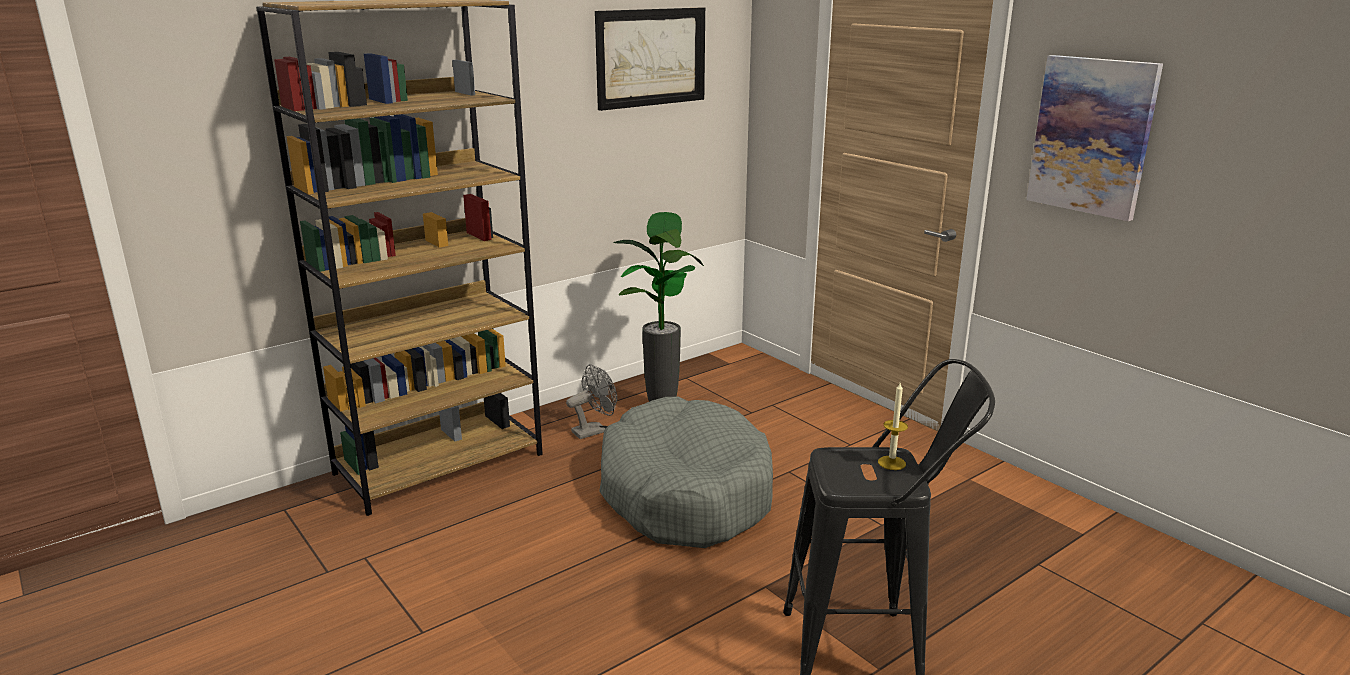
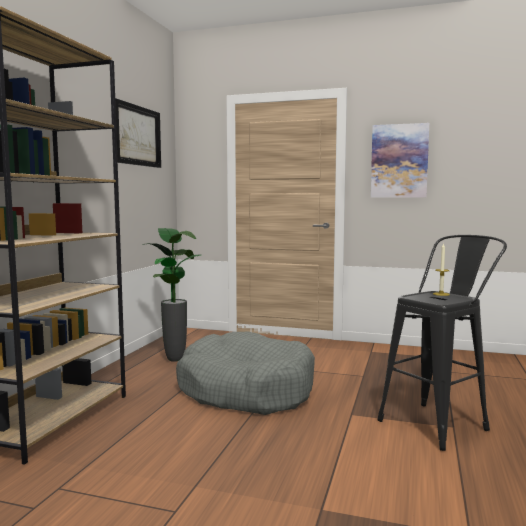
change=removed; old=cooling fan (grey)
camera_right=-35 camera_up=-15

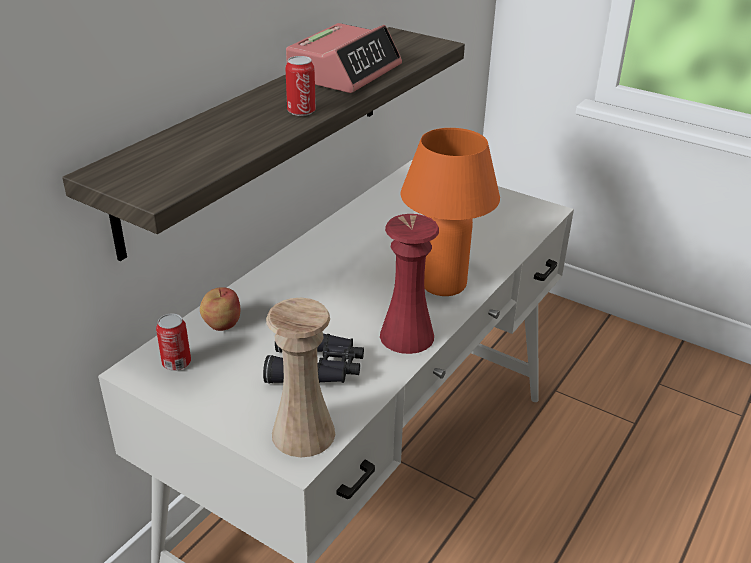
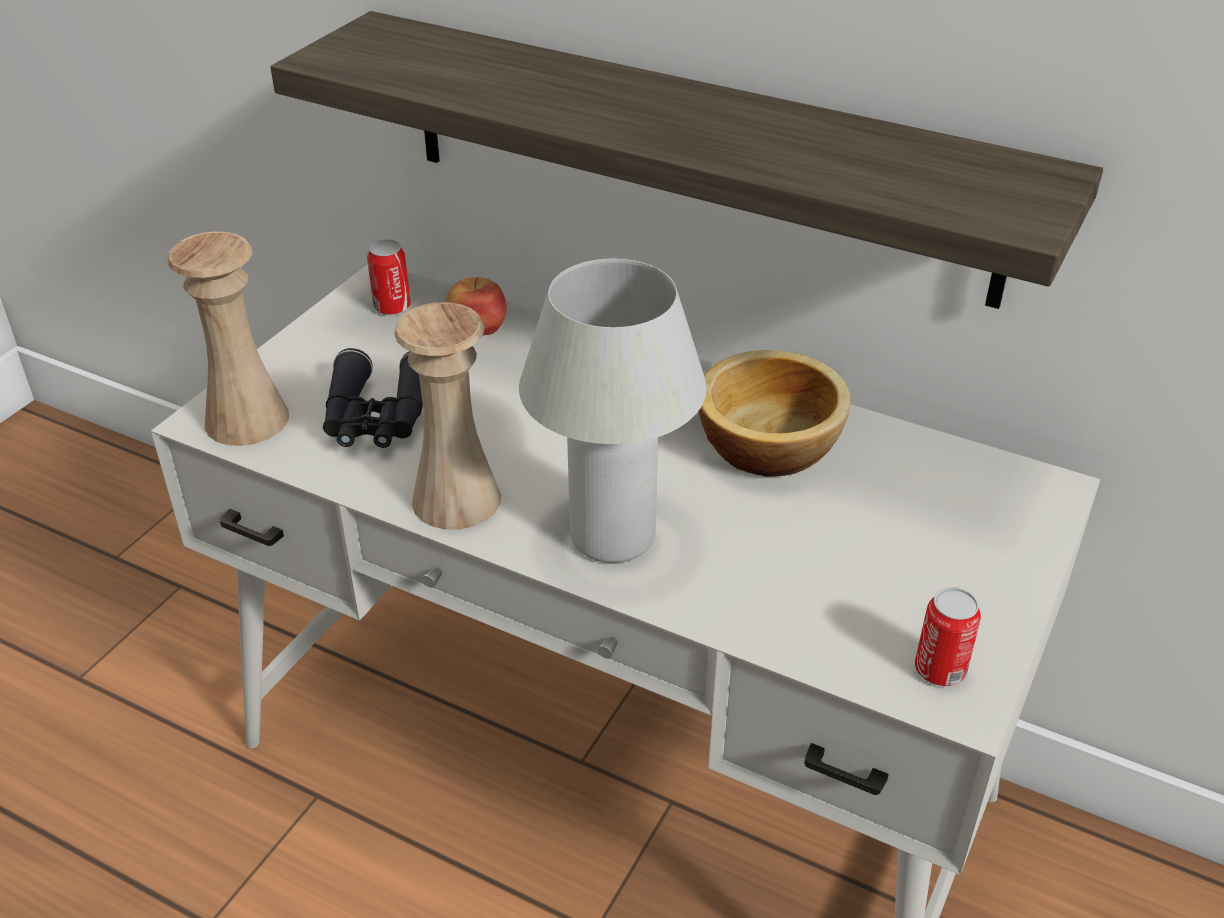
change=removed; old=table clock
change=moved; old=sealed can (2nd from left)
change=recoloured; old=lamp for a table (orange-coloured); new=lamp for a table (white)
change=recoloured; old=flower vase (reddish); new=flower vase (sand-coloured) (2nd from left)
change=added; new=deep dish
camera_right=85 camera_up=5

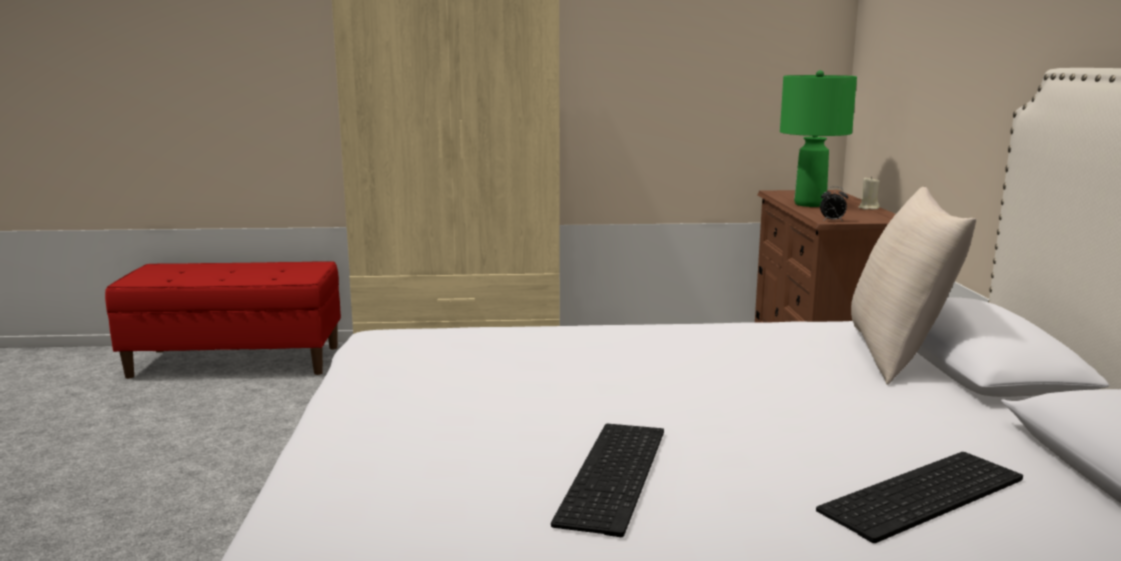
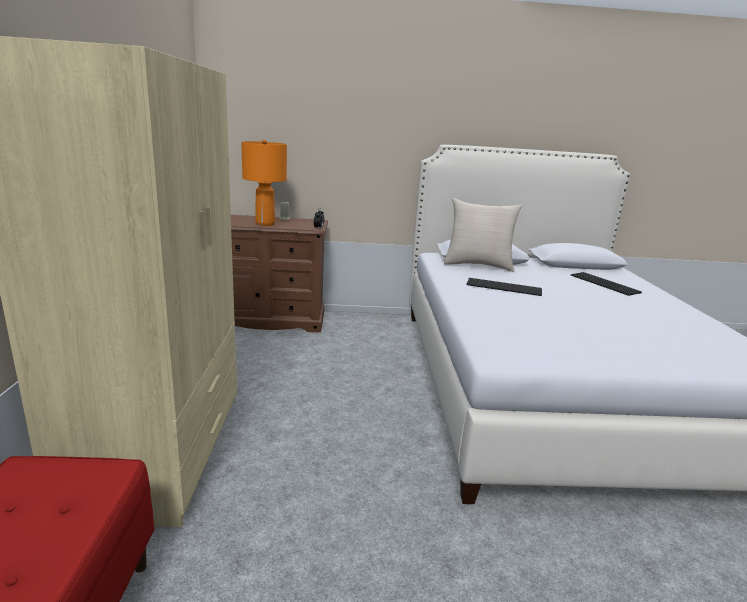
change=recoloured; old=lamp for a table (greenish); new=lamp for a table (orange-coloured)
change=moved; old=keyboard (1st from left)
camera_right=-90 camera_up=5

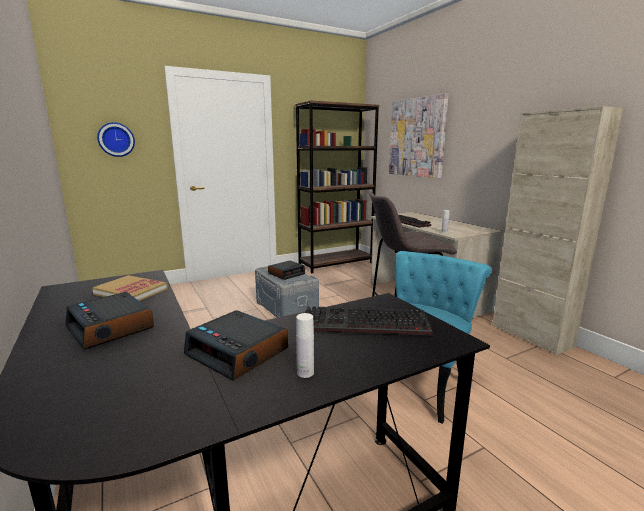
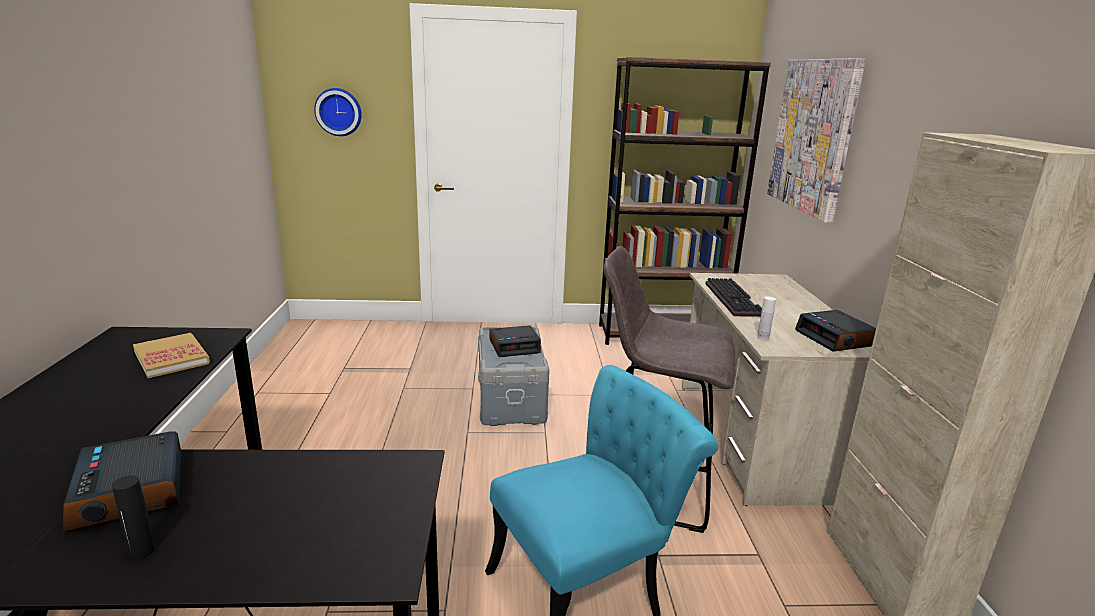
change=moved; old=table clock (1st from left in the first image); new=table clock (3rd from left)
change=removed; old=keyboard (1st from left)
change=recoloured; old=beverage bottle (white) (1st from left); new=beverage bottle (blackish)
camera_right=25 camera_up=5

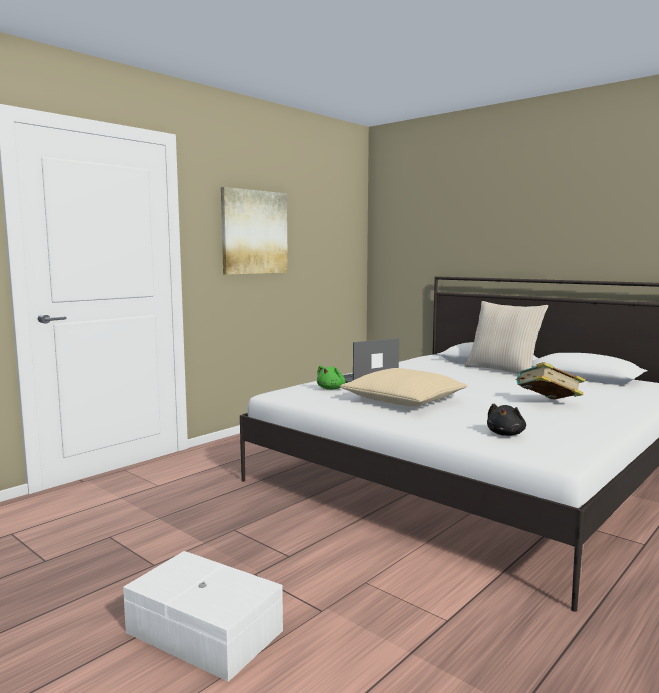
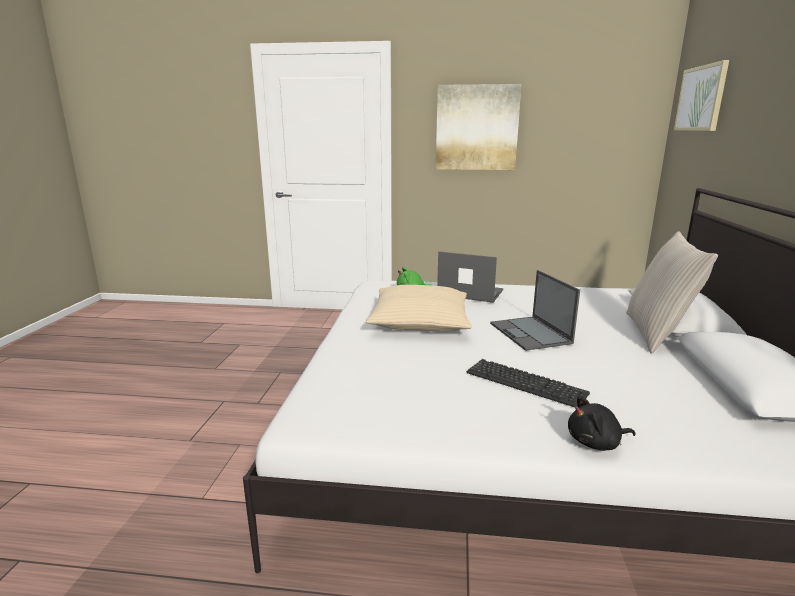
change=replaced; old=book; new=keyboard
change=moved; old=plush toy (blackish)
change=removed; old=storage box (white)
change=added; new=wall picture (2nd from left)
change=added; new=laptop (2nd from left)
camera_right=55 camera_up=10

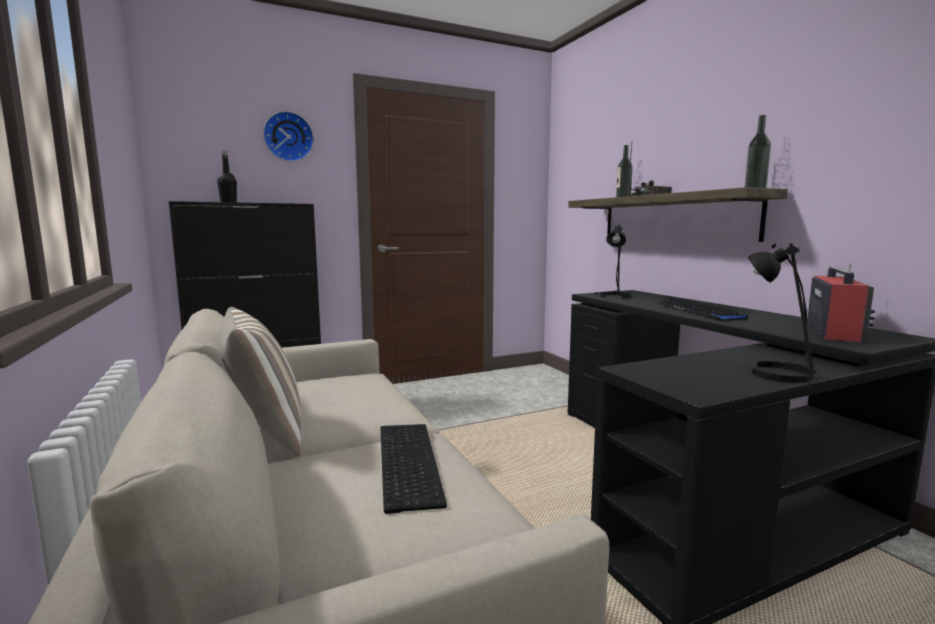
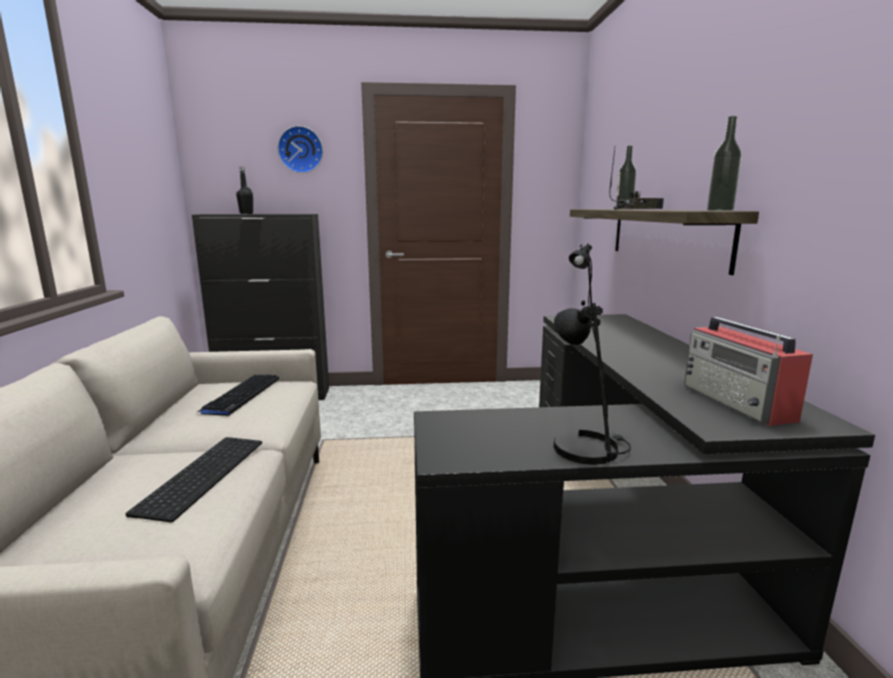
change=turned; old=radio set (2nd from left); degrees=120
change=moved; old=keyboard (2nd from left)
change=removed; old=pillow
camera_right=20 camera_up=5

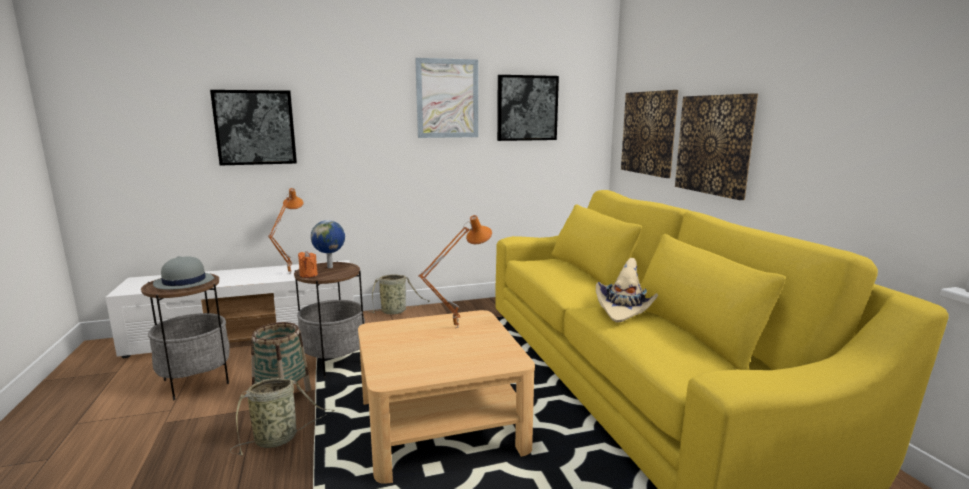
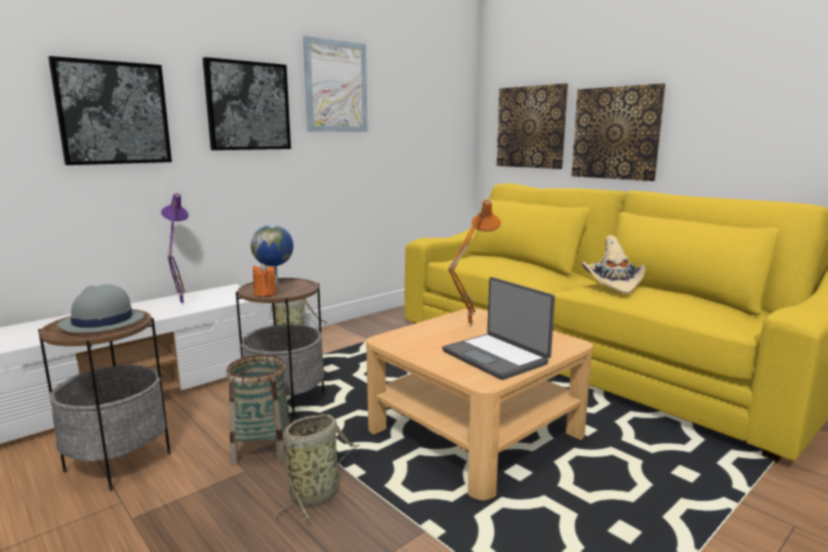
change=moved; old=wall picture (3rd from left in the first image); new=wall picture (2nd from left)
change=recoloured; old=lamp for a table (orange-coloured) (1st from left); new=lamp for a table (purple)
change=added; new=laptop
camera_right=-25 camera_up=0

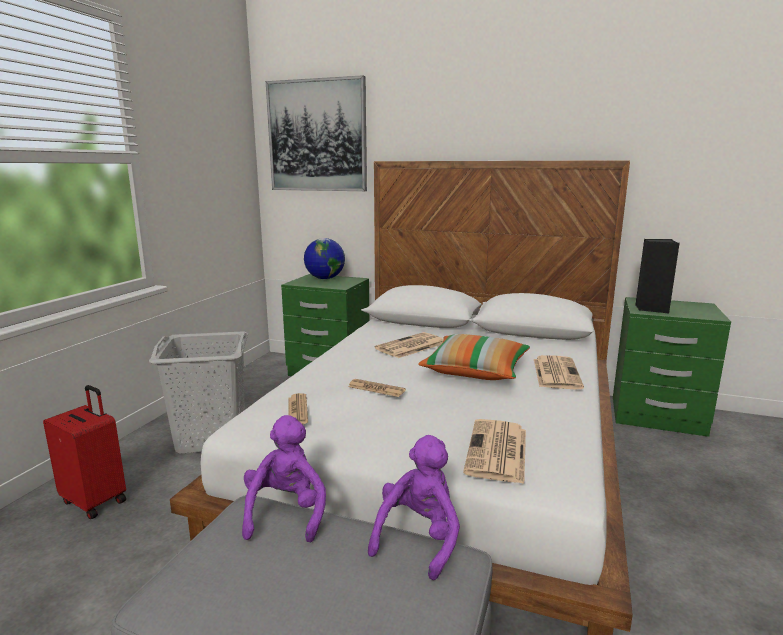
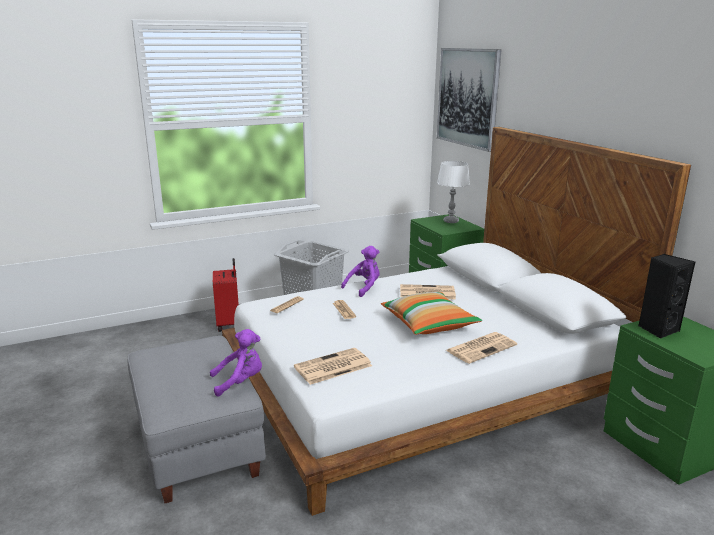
change=replaced; old=world globe; new=lamp for a table (white)
change=moved; old=plush toy (purple) (1st from left in the first image); new=plush toy (purple) (2nd from left)
camera_right=45 camera_up=5

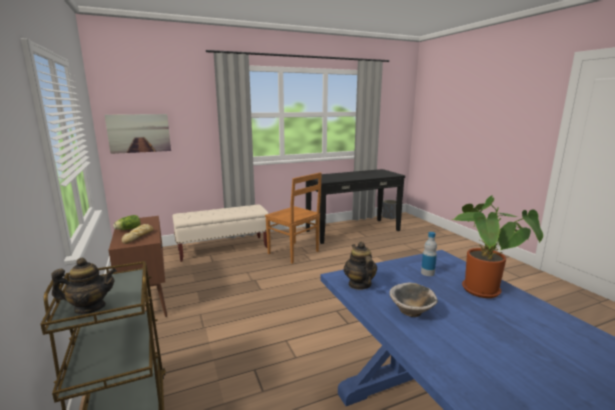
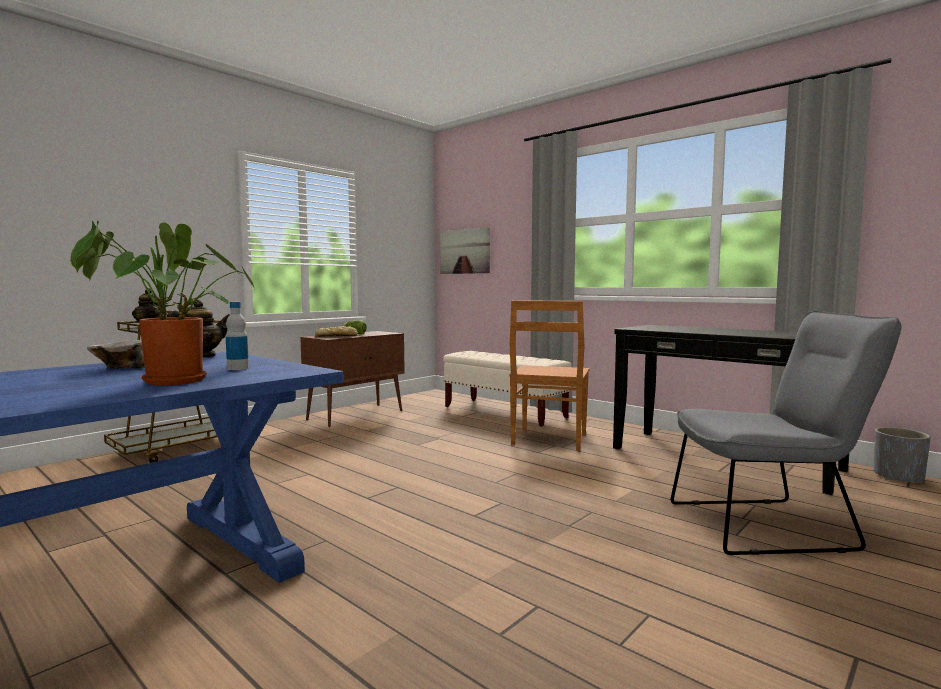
change=added; new=plain chair (grey)
camera_right=65 camera_up=-10

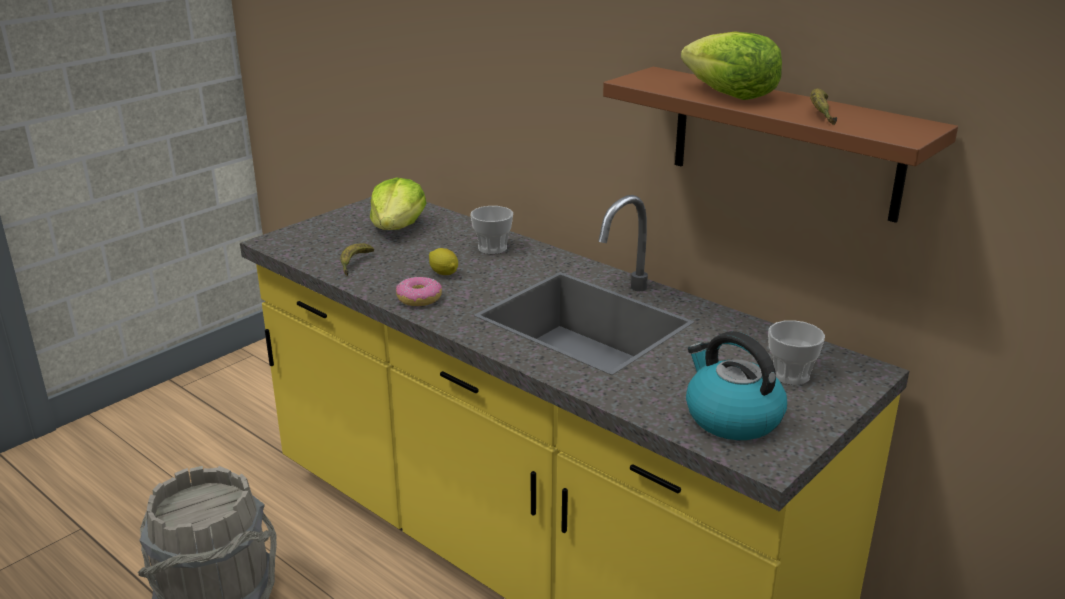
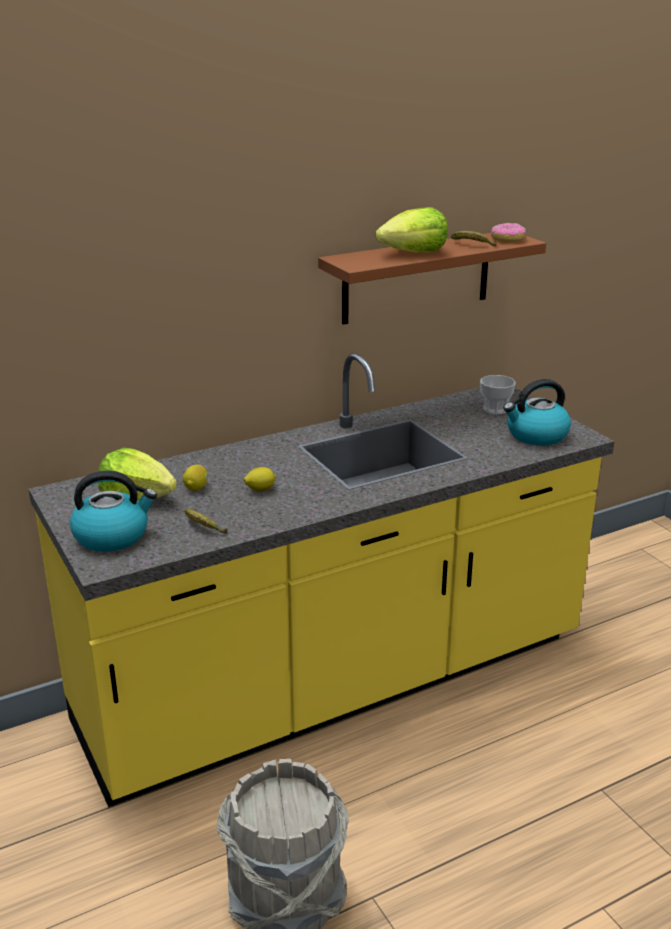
change=removed; old=cup (1st from left)
change=moved; old=ring doughnut
change=added; new=lemon (1st from left)
change=added; new=tea kettle (1st from left)
camera_right=-70 camera_up=0

